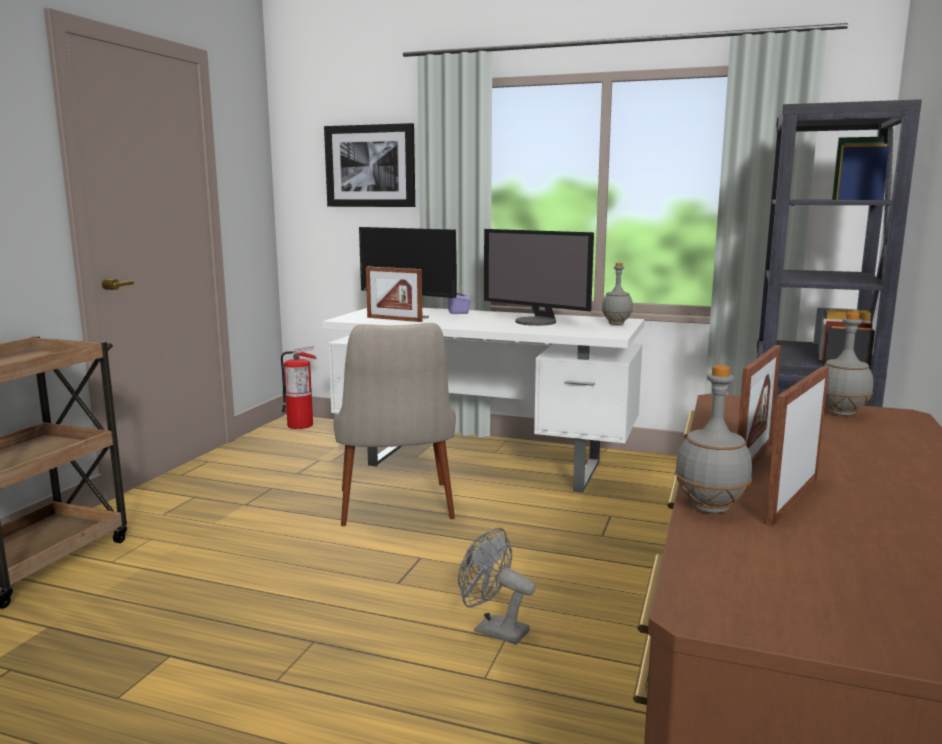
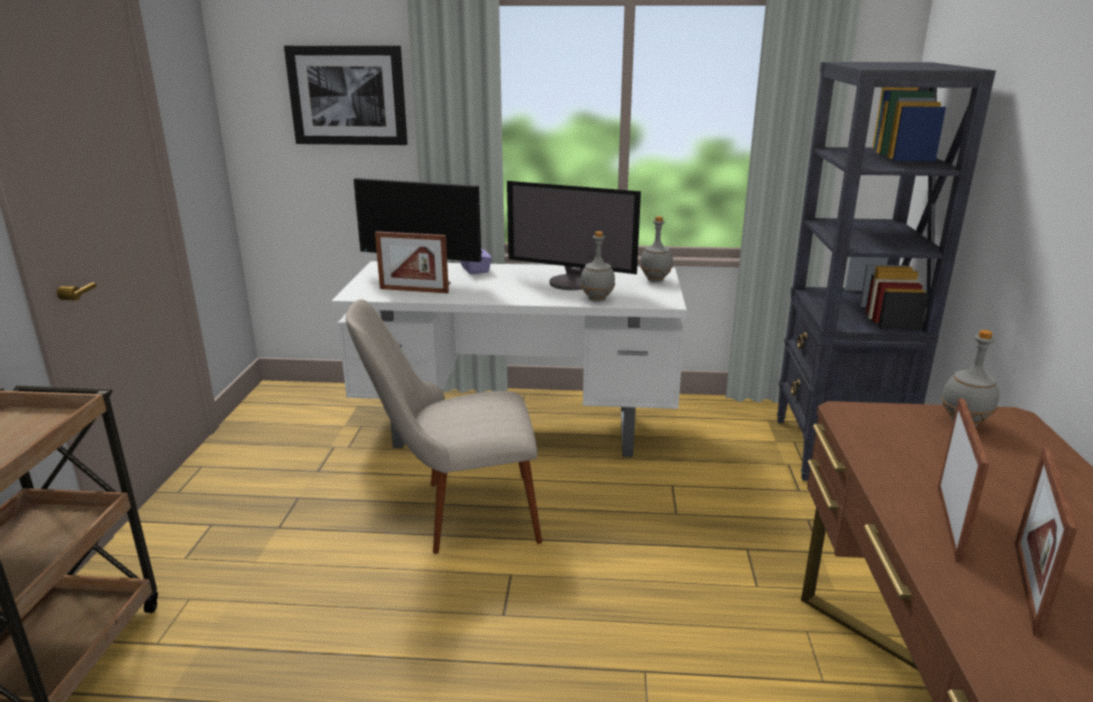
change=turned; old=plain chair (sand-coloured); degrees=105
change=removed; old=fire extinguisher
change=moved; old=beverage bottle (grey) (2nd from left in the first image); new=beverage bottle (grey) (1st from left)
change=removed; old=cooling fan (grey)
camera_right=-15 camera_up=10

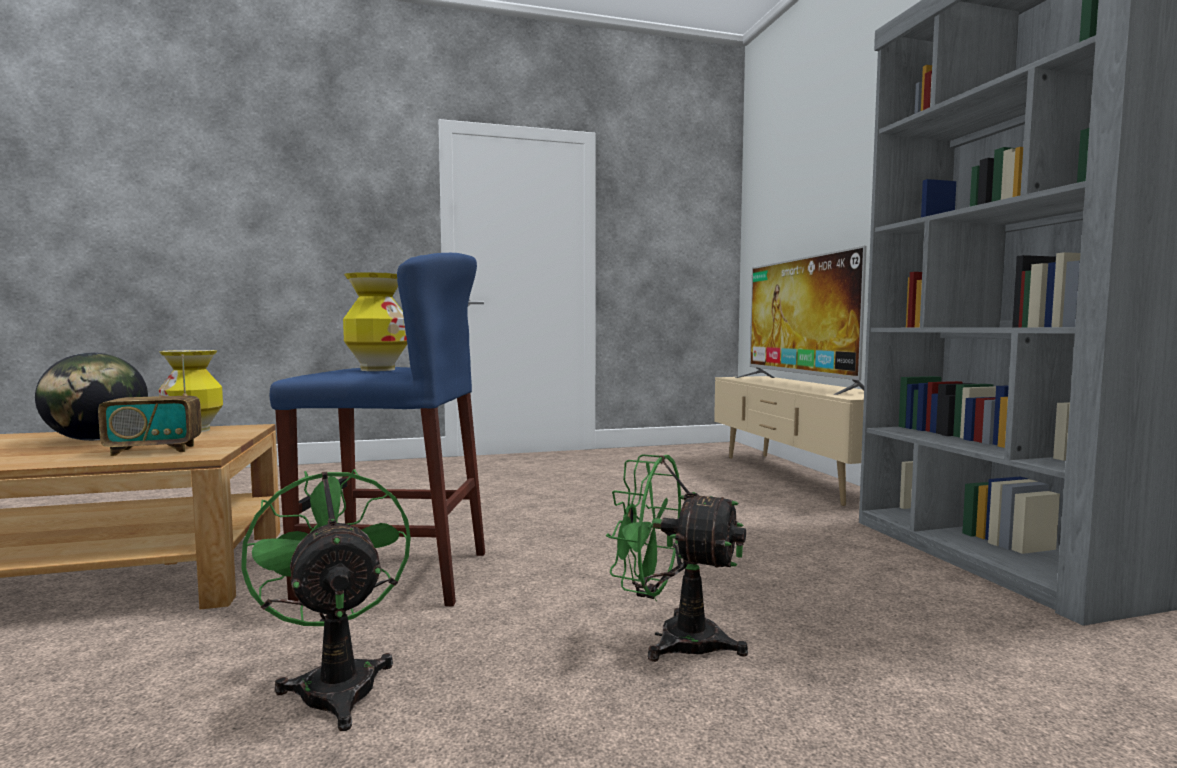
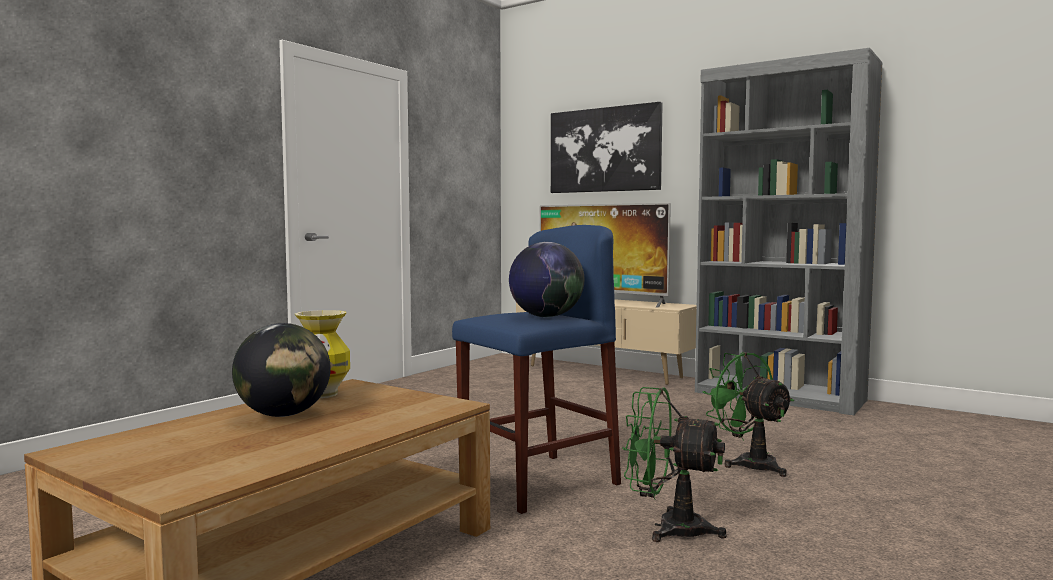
change=replaced; old=flower vase (2nd from left); new=world globe (2nd from left)
change=removed; old=radio set
change=turned; old=cooling fan (greenish) (2nd from left); degrees=75
change=added; new=wall picture
camera_right=-40 camera_up=0

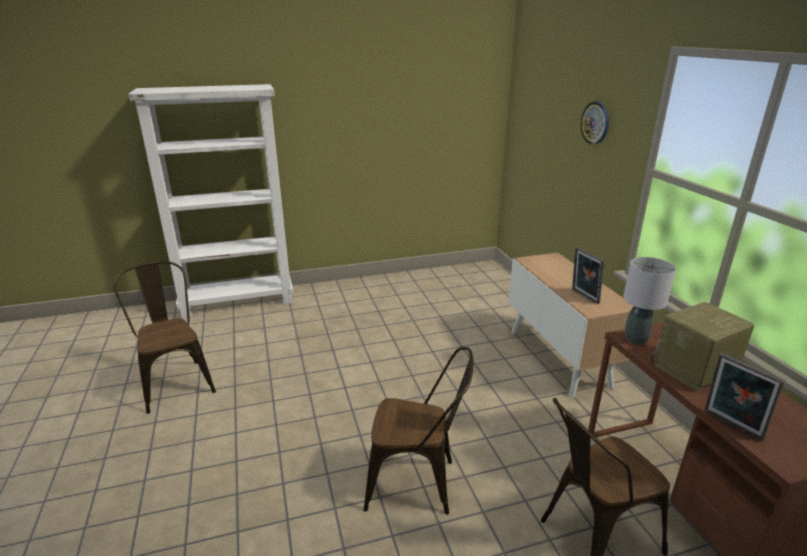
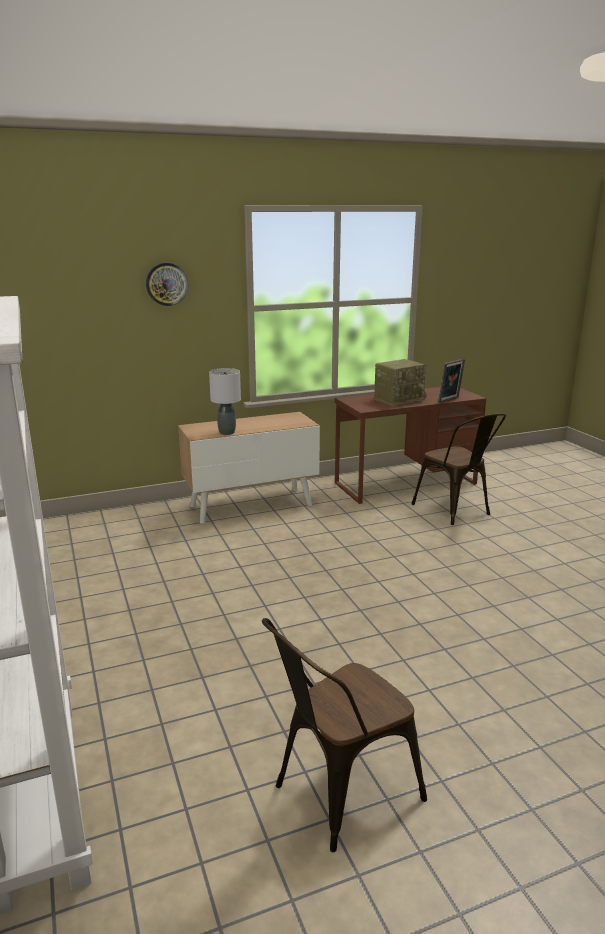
change=removed; old=photo frame (1st from left)
change=moved; old=lamp for a table (grey)
change=turned; old=radio set; degrees=-90
change=removed; old=plain chair (brown-coloured) (2nd from left)
camera_right=-95 camera_up=-5

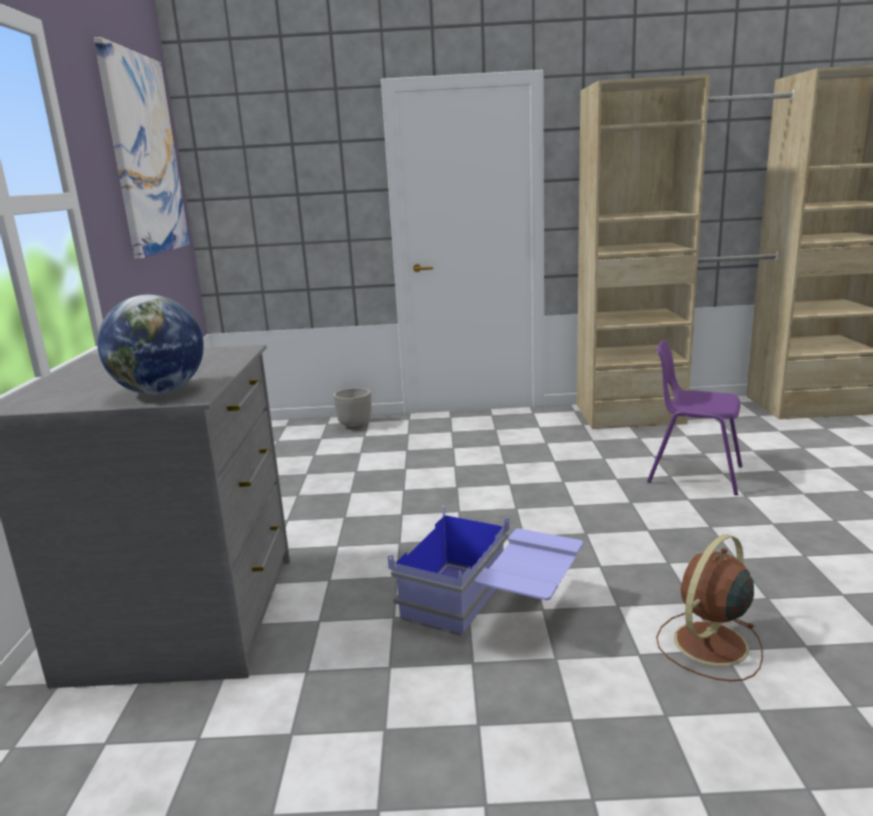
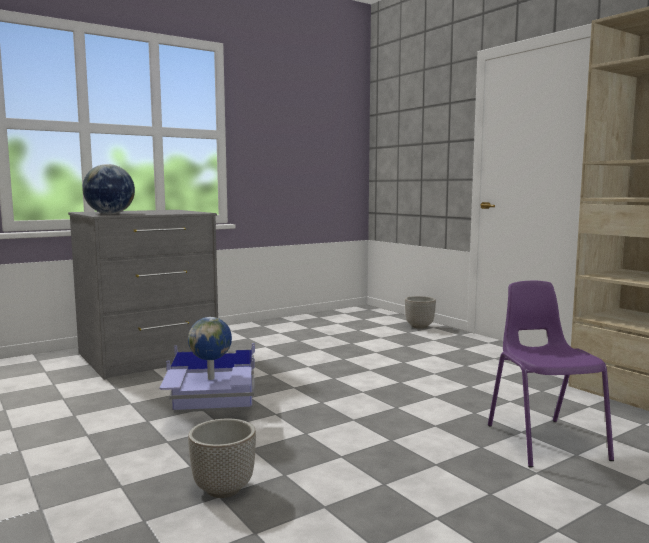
change=removed; old=wall picture
change=replaced; old=cooling fan (brown-coloured); new=plant pot (1st from left)
change=added; new=world globe (2nd from left)
camera_right=55 camera_up=-10

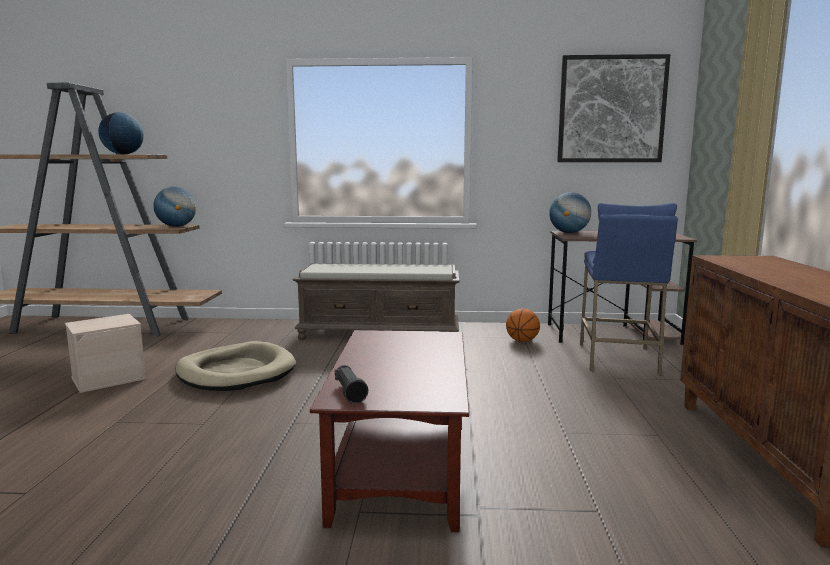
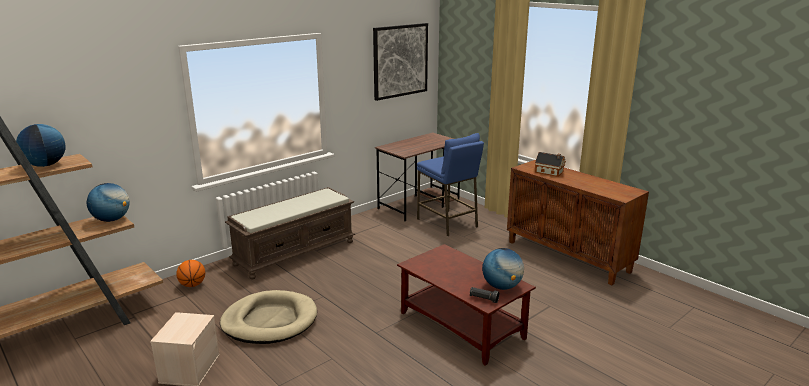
change=moved; old=world globe (3rd from left)
change=moved; old=ball for basketball
change=added; new=toy house
camera_right=-45 camera_up=10

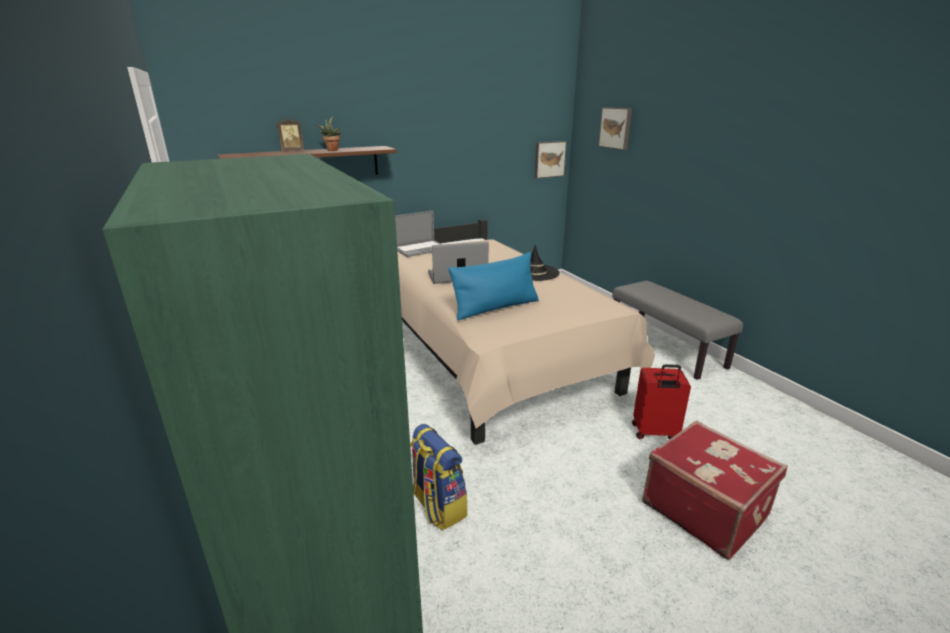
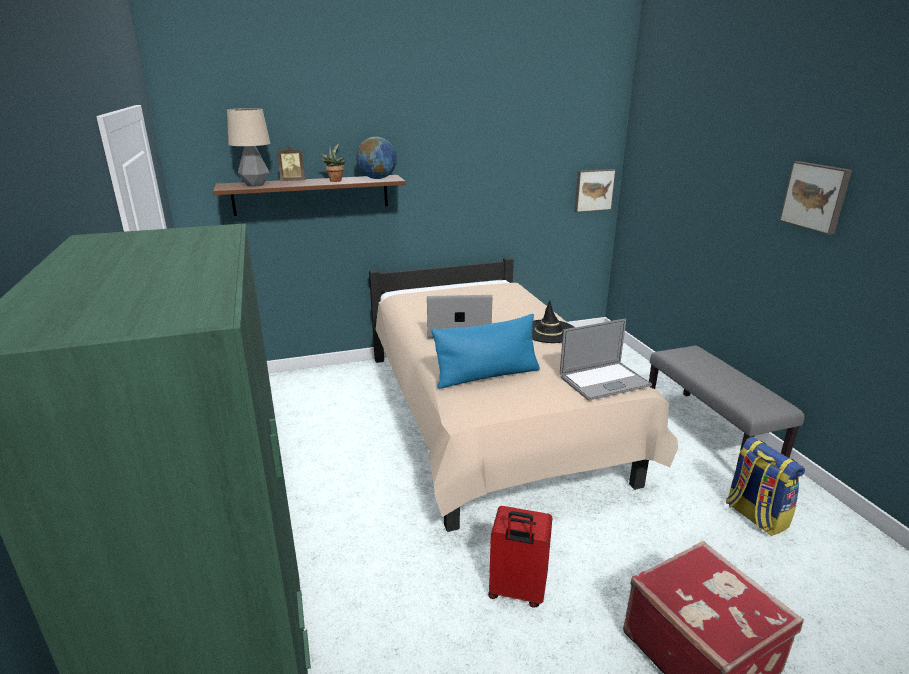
change=moved; old=wall picture (2nd from left)
change=moved; old=laptop (1st from left in the first image); new=laptop (2nd from left)
change=moved; old=piece of luggage (reddish) (1st from left)
change=moved; old=backpack
change=added; new=lamp for a table
change=added; new=world globe
camera_right=10 camera_up=0

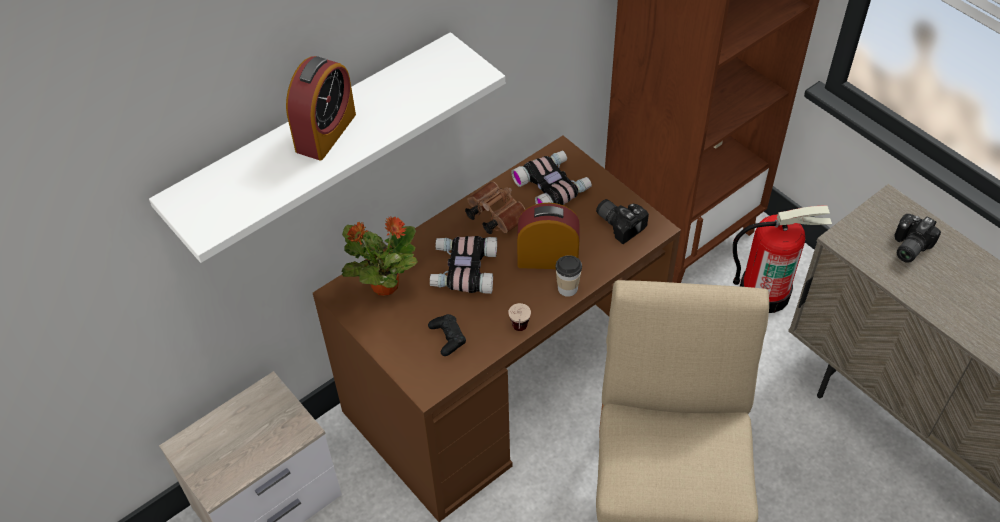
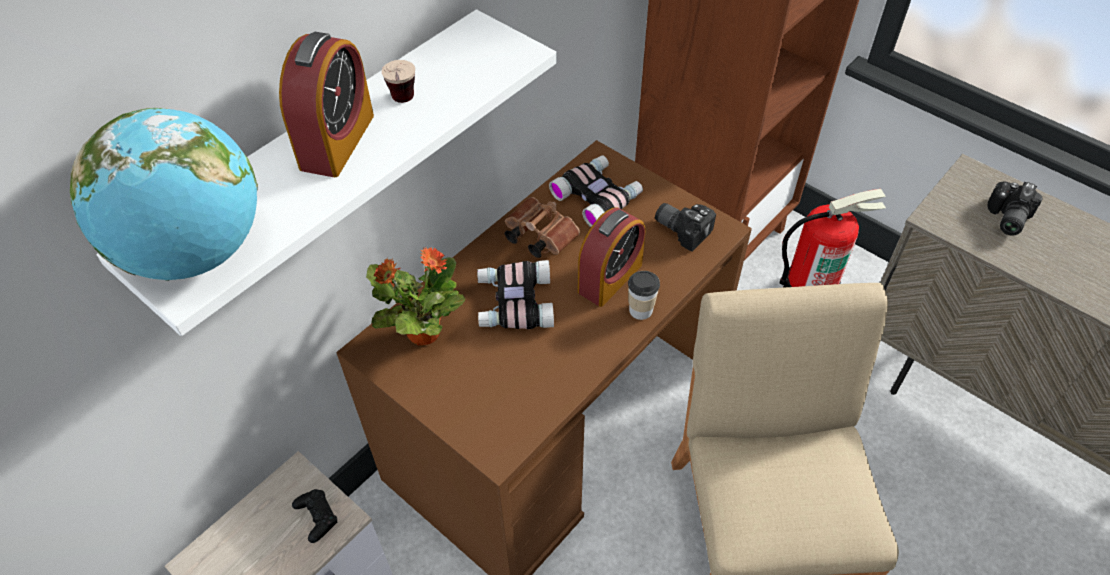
change=turned; old=table clock (2nd from left); degrees=135
change=moved; old=cup (1st from left)
change=moved; old=game controller (blackish)
change=added; new=world globe
camera_right=-10 camera_up=0

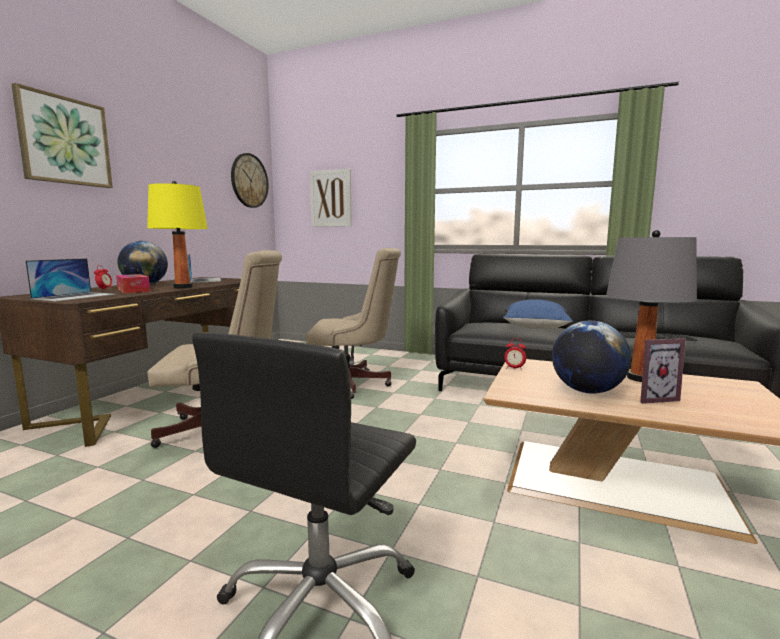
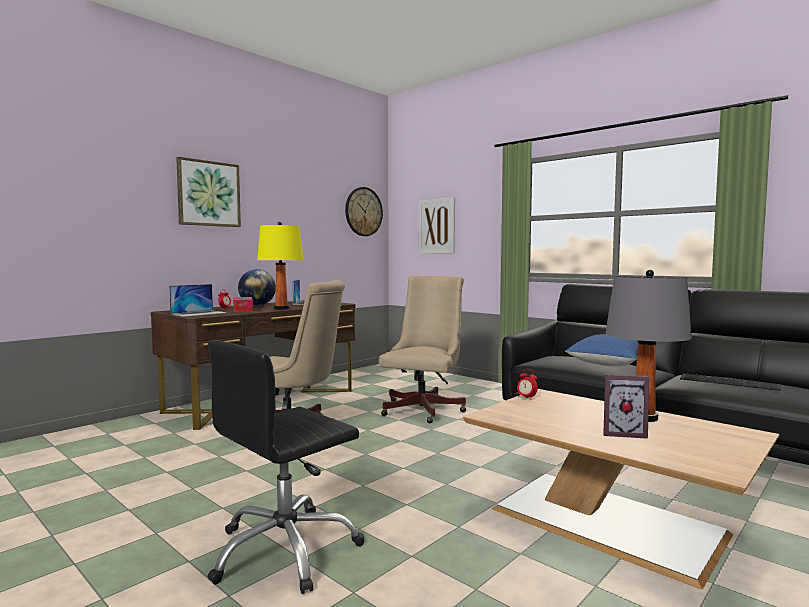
change=turned; old=desk chair (sand-coloured) (2nd from left); degrees=-90
change=removed; old=world globe (2nd from left)
camera_right=20 camera_up=-5

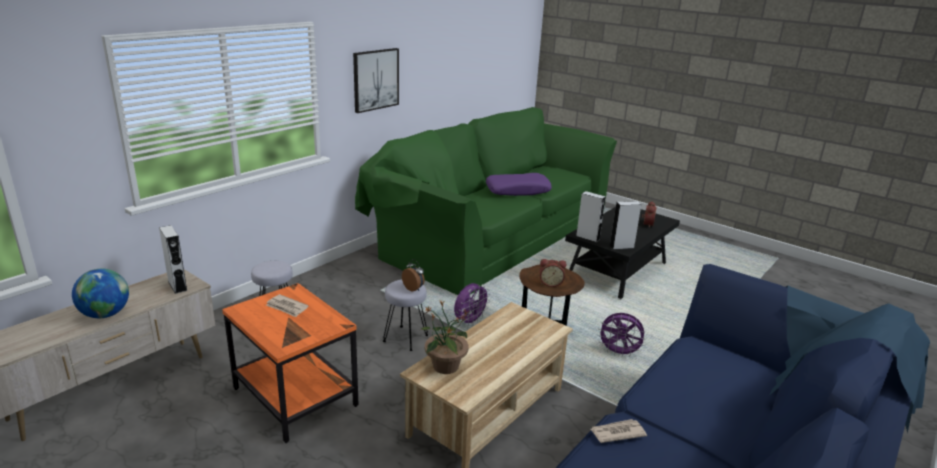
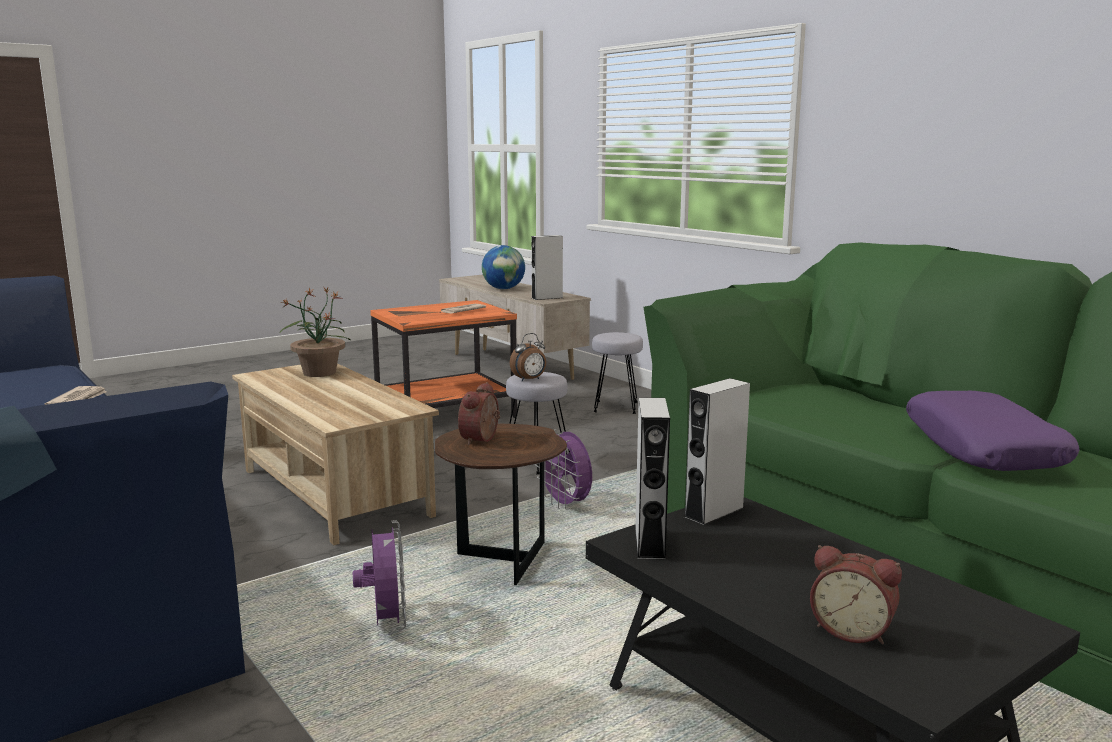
change=removed; old=wall picture
change=turned; old=cooling fan (purple) (2nd from left in the first image); degrees=135
camera_right=105 camera_up=-10

